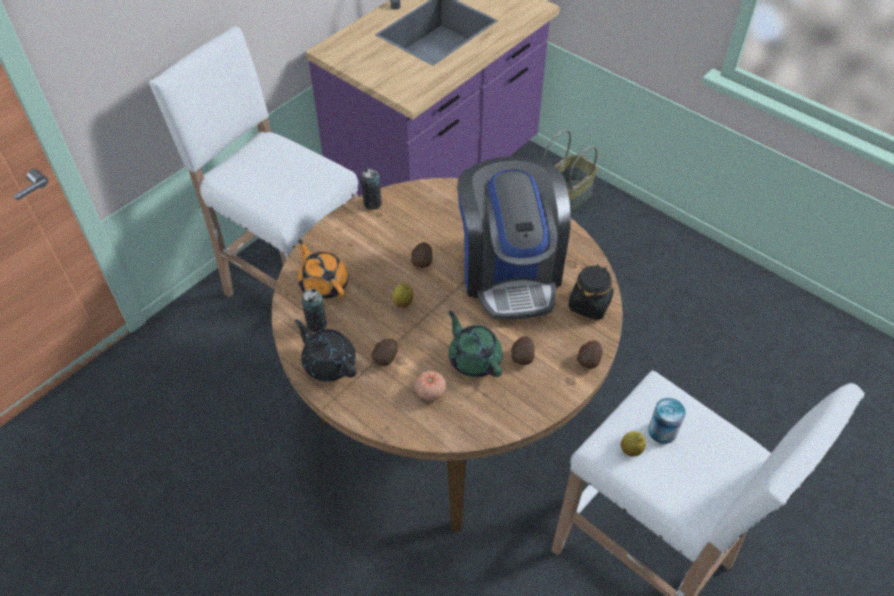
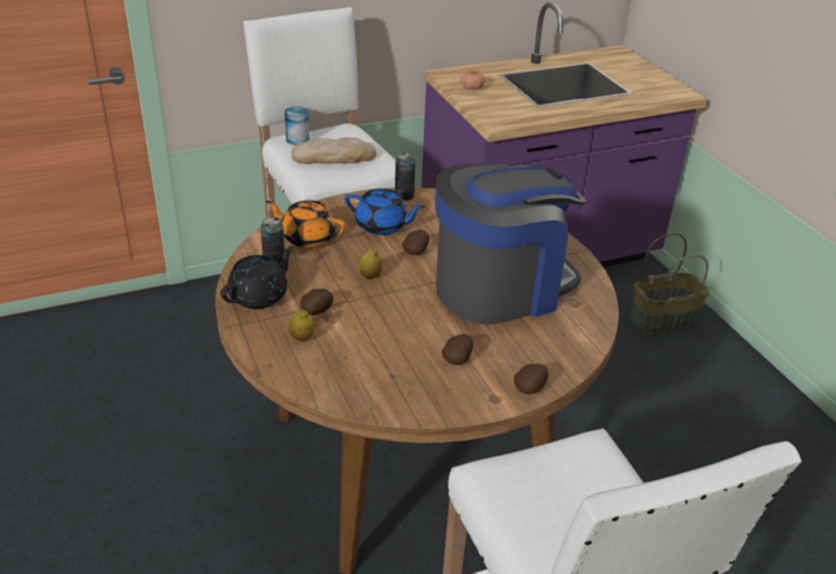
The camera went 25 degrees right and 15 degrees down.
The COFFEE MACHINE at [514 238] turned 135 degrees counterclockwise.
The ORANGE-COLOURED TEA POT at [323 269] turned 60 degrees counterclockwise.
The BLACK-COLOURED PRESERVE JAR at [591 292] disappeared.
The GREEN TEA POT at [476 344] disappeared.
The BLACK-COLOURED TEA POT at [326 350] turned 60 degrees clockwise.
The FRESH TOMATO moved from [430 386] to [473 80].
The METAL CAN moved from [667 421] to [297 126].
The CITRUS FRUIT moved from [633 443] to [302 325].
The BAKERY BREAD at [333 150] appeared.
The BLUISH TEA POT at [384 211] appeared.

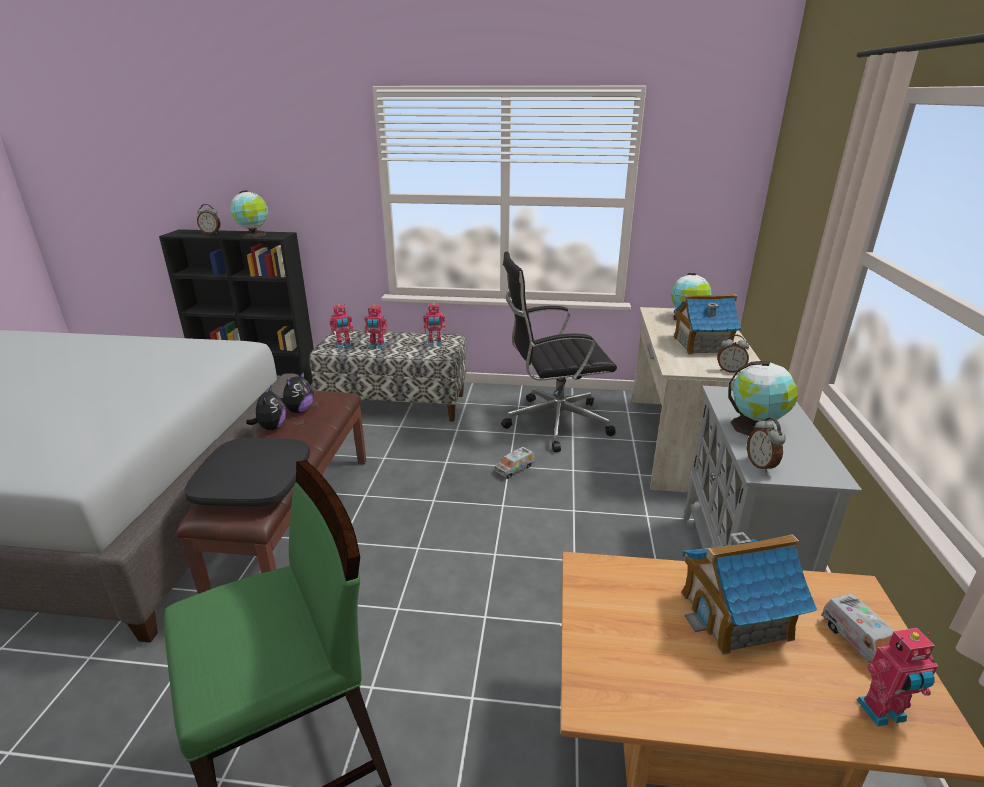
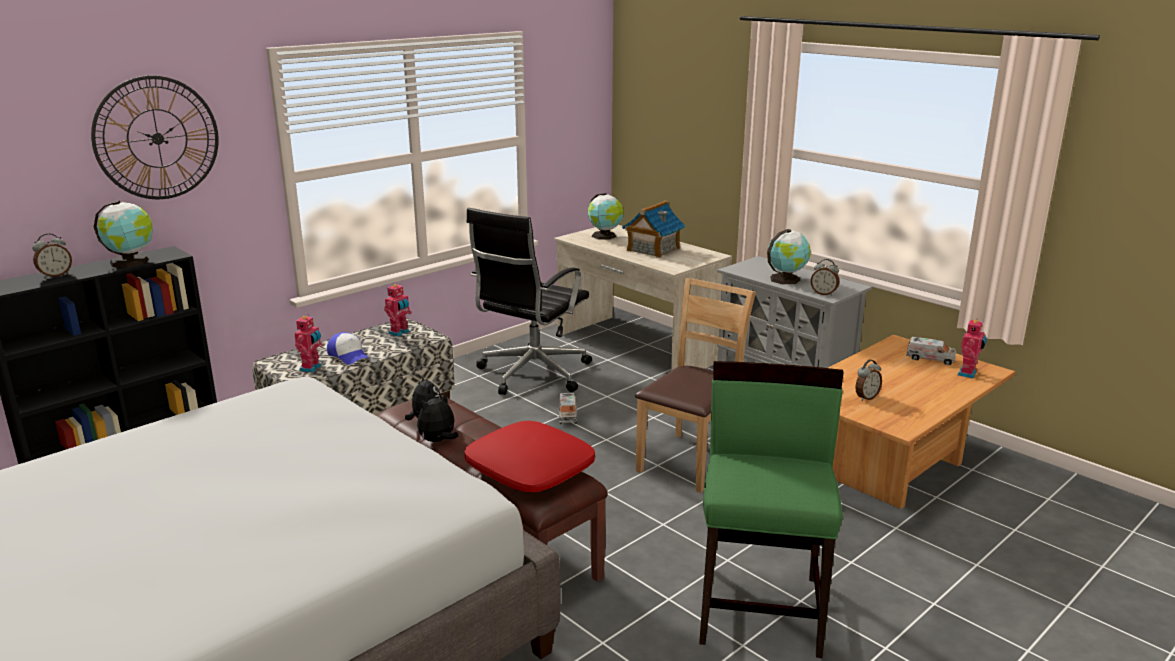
The camera went 50 degrees left and 5 degrees down.
The TOY ROBOT at [375 327] was replaced by the CAP at [348 348].
The BEDSIDE CLOCK moved from [733 354] to [868 380].
The SOFT TOY at [266 408] turned 75 degrees counterclockwise.
The BLACK-COLOURED PILLOW at [247 472] became the REDDISH PILLOW at [530 456].
The MINIATURE HOUSE at [749 593] disappeared.
The WALL CLOCK at [155 137] appeared.
The BROWNISH PLAIN CHAIR at [695 385] appeared.

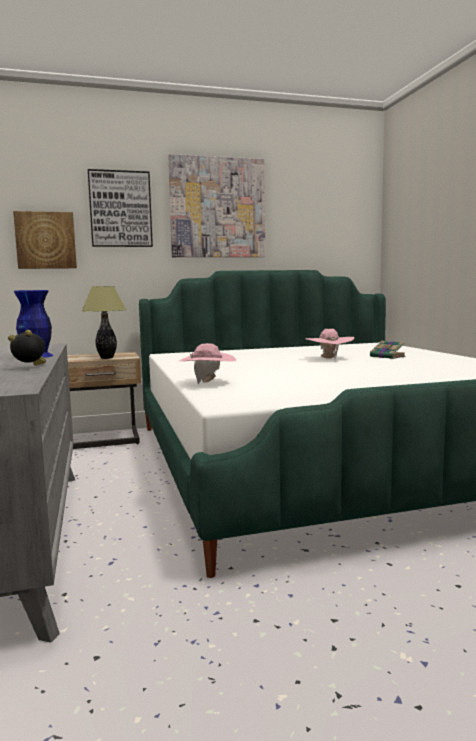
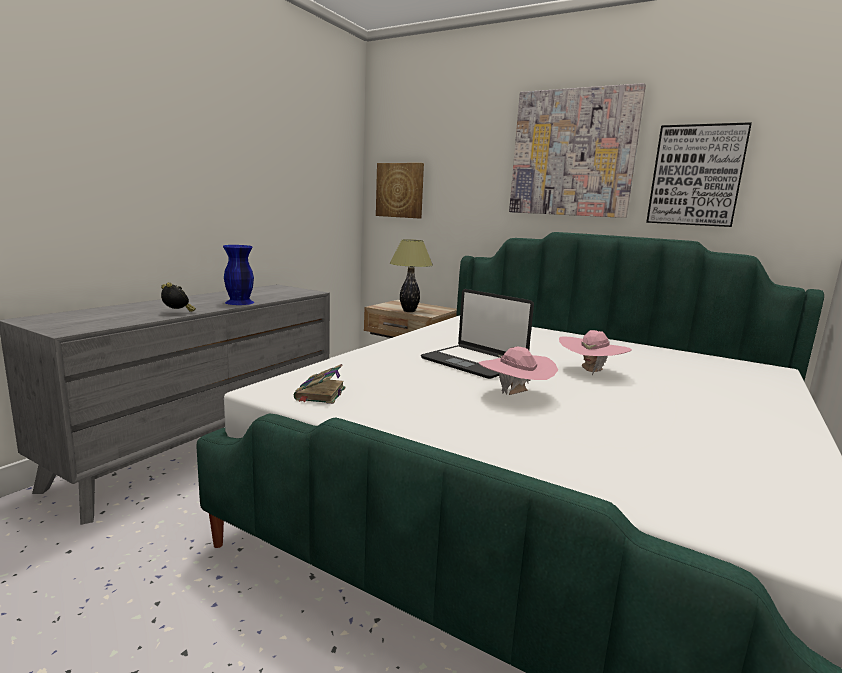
The camera went 45 degrees right and 5 degrees up.
The WALL ART moved from [120 208] to [699 174].
The VOLUME moved from [388 350] to [320 384].
The PINK WEARABLE HAT moved from [208 363] to [518 371].
The LAPTOP at [477 334] appeared.

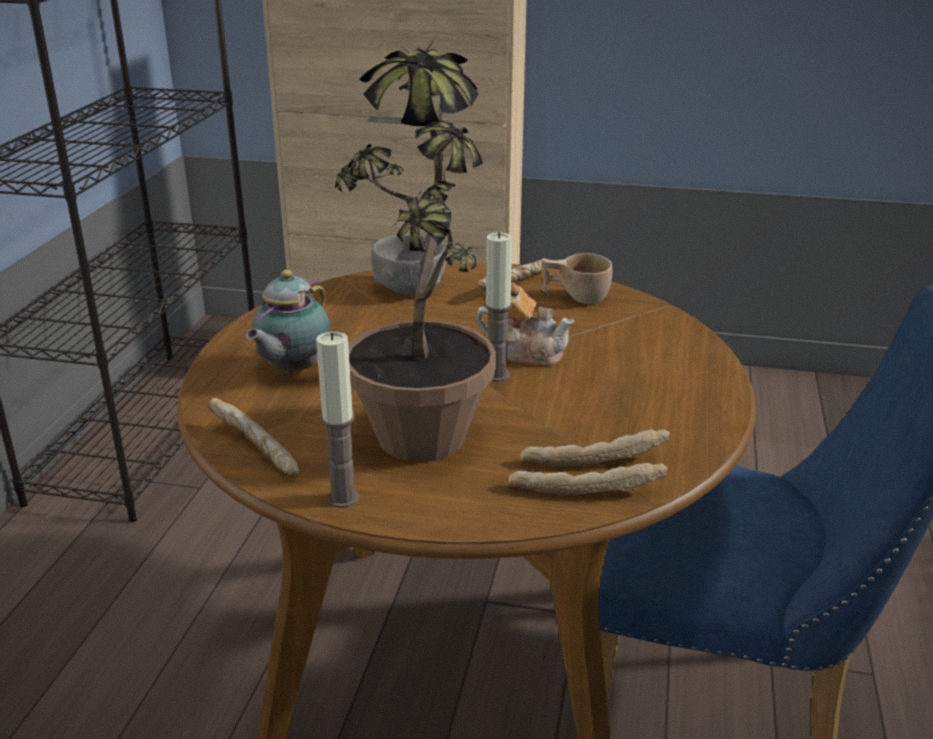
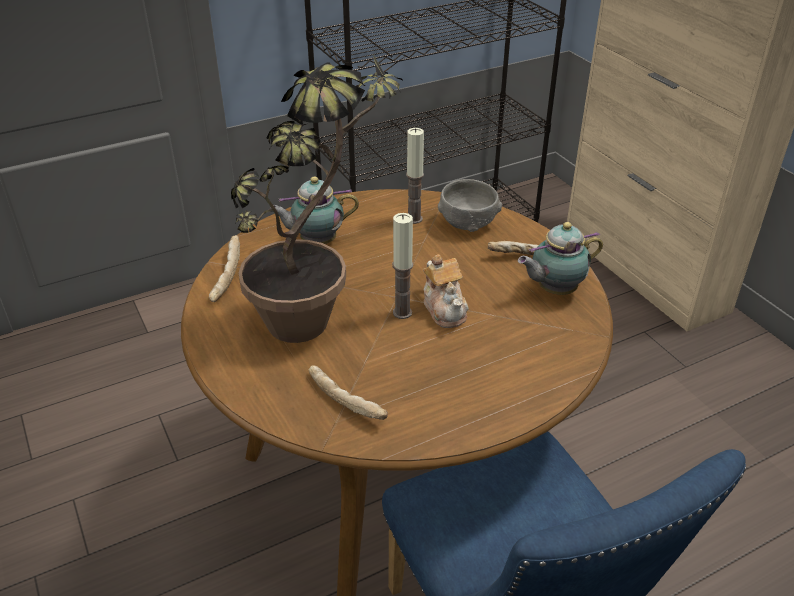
The camera went 50 degrees right and 10 degrees up.
The BEIGE-COLOURED SMALL CUP at [576 278] was replaced by the TEA POT at [560 258].
The WAX LIGHT moved from [337 419] to [415 176].
The BAKERY BREAD at [588 479] disappeared.

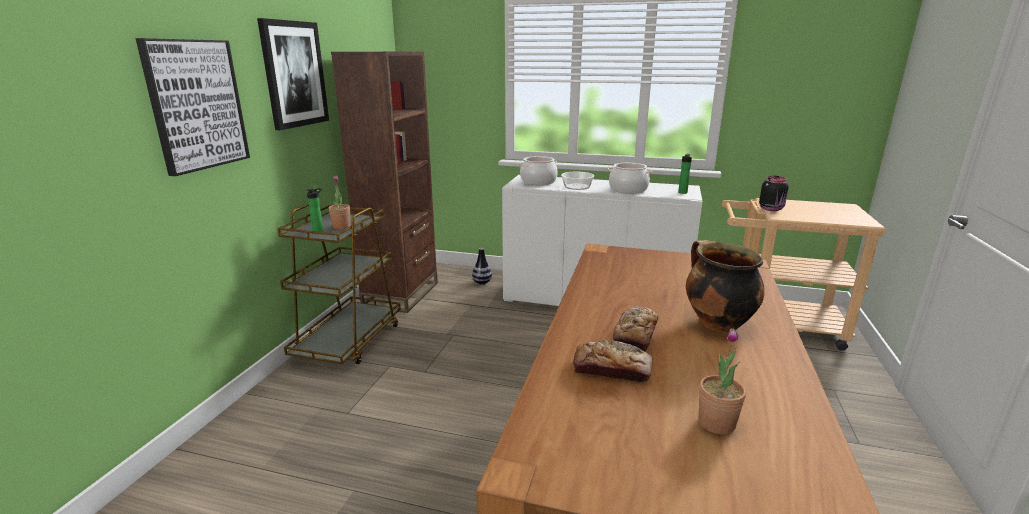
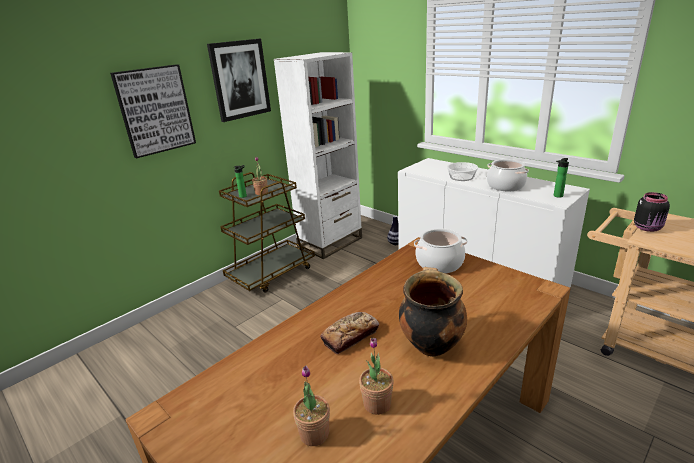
The camera went 30 degrees right and 5 degrees up.
The BROWNISH SHELVING UNIT at [384 182] became the WHITISH SHELVING UNIT at [318 155].
The COOKING POT moved from [539 170] to [440 250].
The BAKERY BREAD at [612 361] disappeared.
The POTTED PLANT at [376 376] appeared.

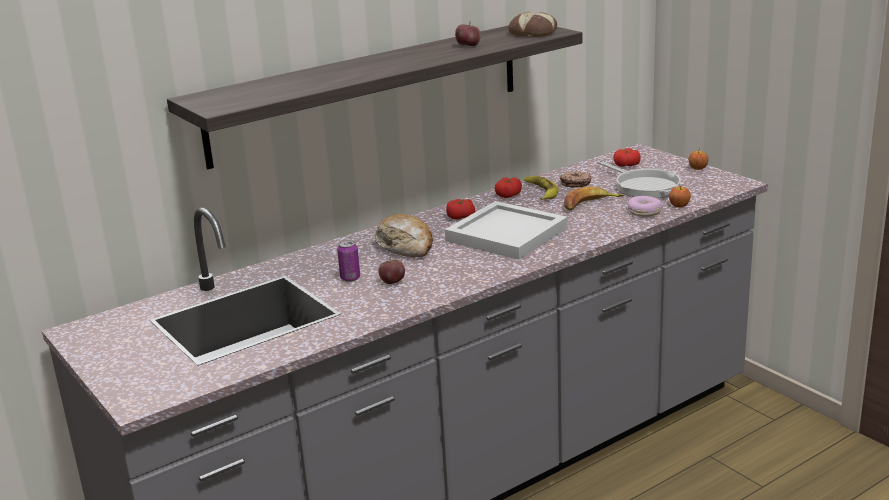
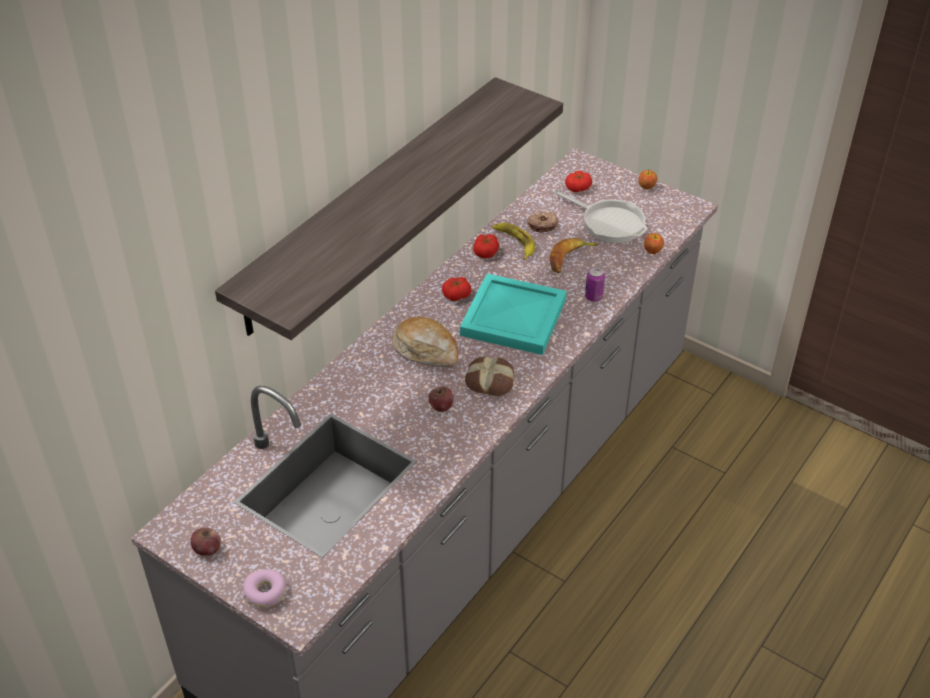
The camera went 20 degrees left and 20 degrees up.
The BAKERY BREAD moved from [532 24] to [489 376].
The APPLE FRUIT moved from [468 34] to [205 542].
The DONUT moved from [645 206] to [265 588].
The WHITISH CARRYING TRAY at [506 230] became the TURQUOISE CARRYING TRAY at [513 314].
The METAL CAN moved from [348 261] to [595 284].

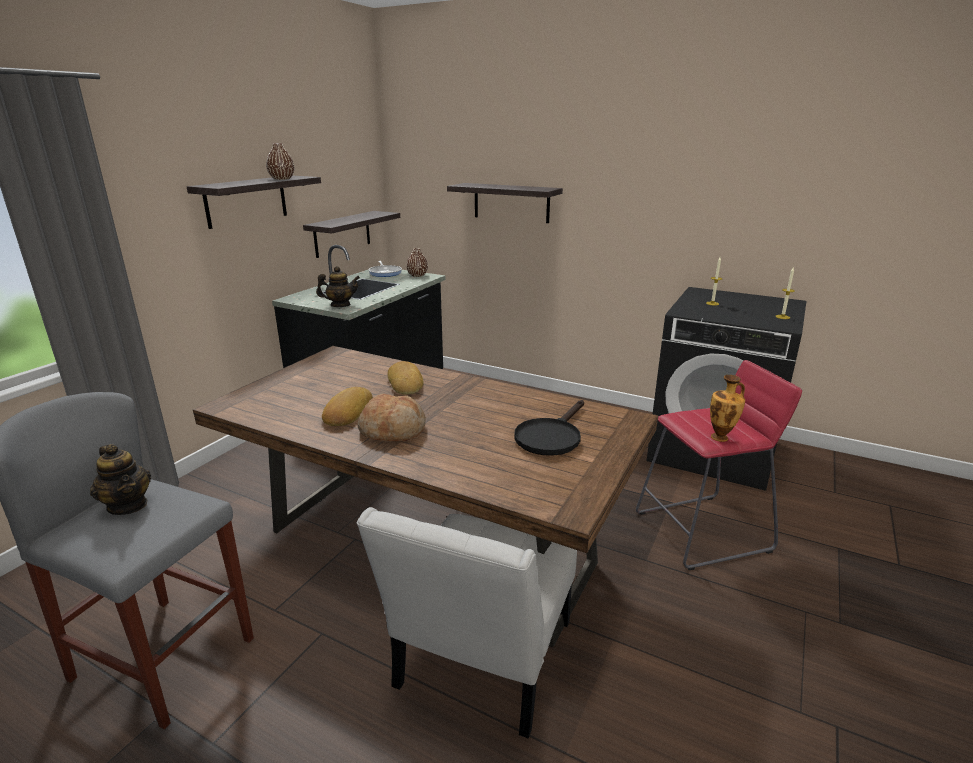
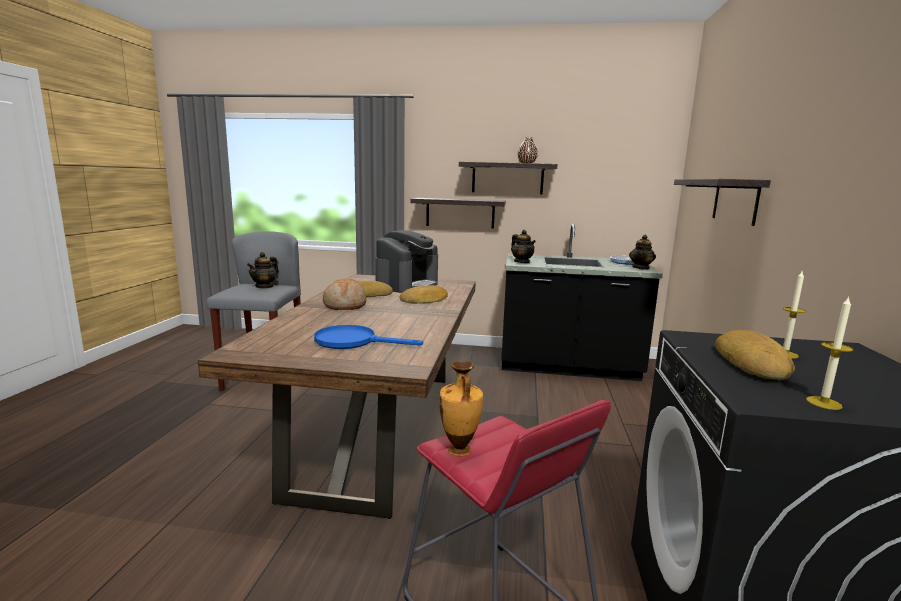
The camera went 70 degrees right and 10 degrees down.
The WALL SHELF moved from [351 234] to [458 213].
The BROWNISH FLOWER VASE at [417 262] was replaced by the TEA POT at [642 252].
The BLACK-COLOURED FRYING PAN at [549 428] became the BLUISH FRYING PAN at [368 337].
The WHITISH PLAIN CHAIR at [467 623] disappeared.
The COFFEE MACHINE at [406 261] appeared.
The BAKERY BREAD at [755 355] appeared.

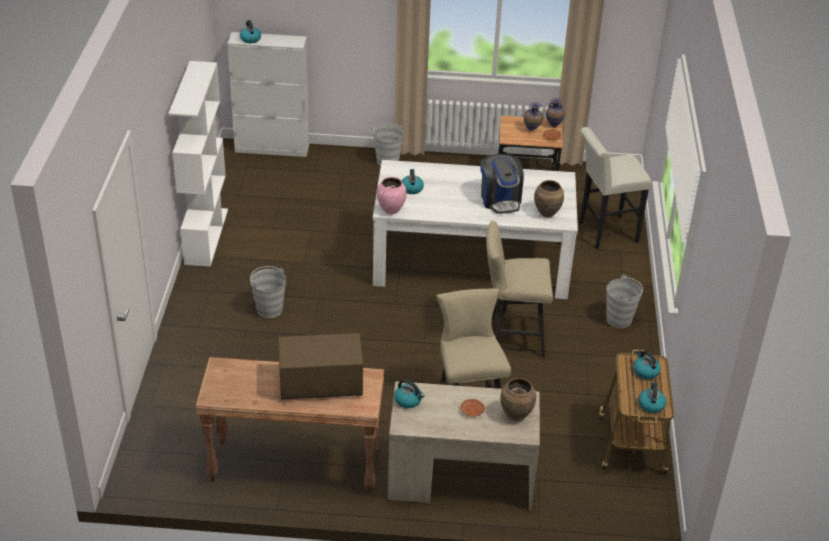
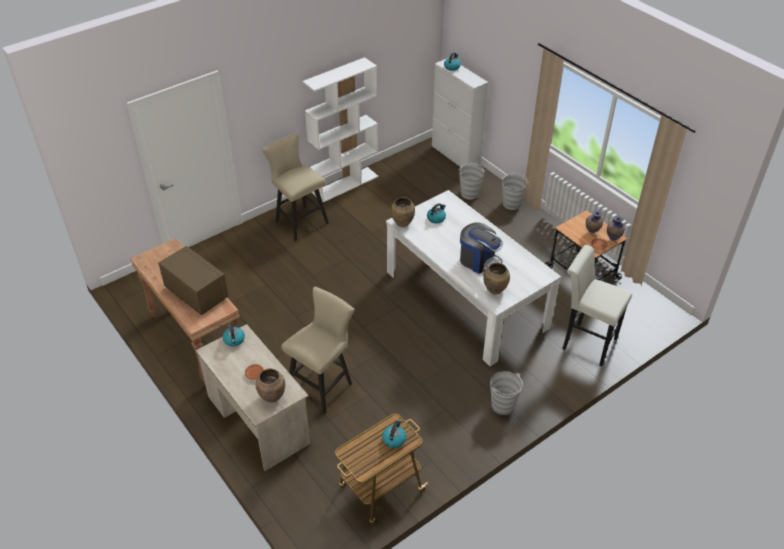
The camera went 50 degrees right and 5 degrees up.
The COFFEE MACHINE at [502 184] turned 90 degrees counterclockwise.
The PINK FLOWER VASE at [391 195] became the BROWNISH FLOWER VASE at [403 212].
The BEIGE-COLOURED STOOL moved from [519 289] to [295 187].
The GREYISH WATER BUCKET moved from [268 292] to [471 181].
The KETTLE at [652 397] disappeared.

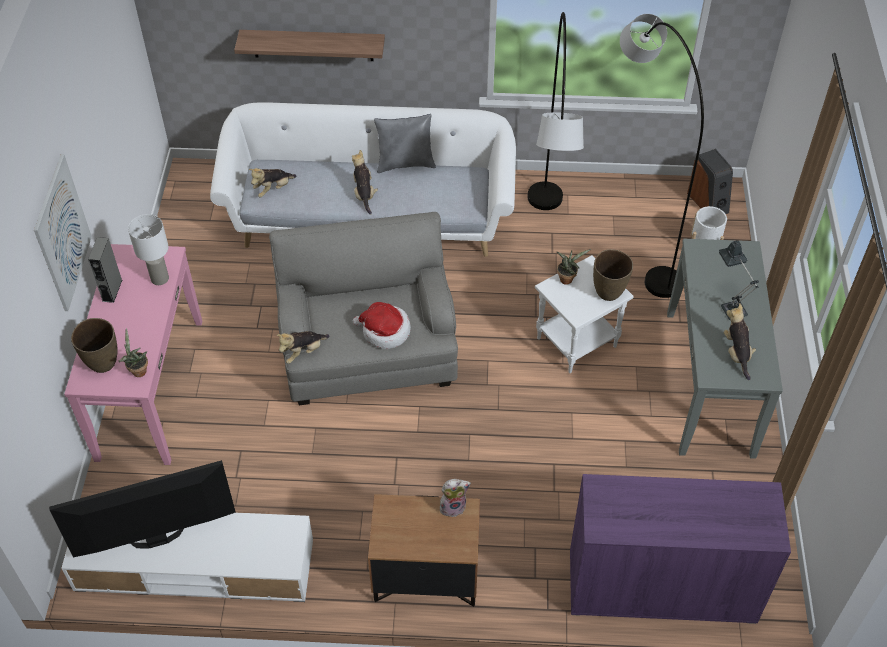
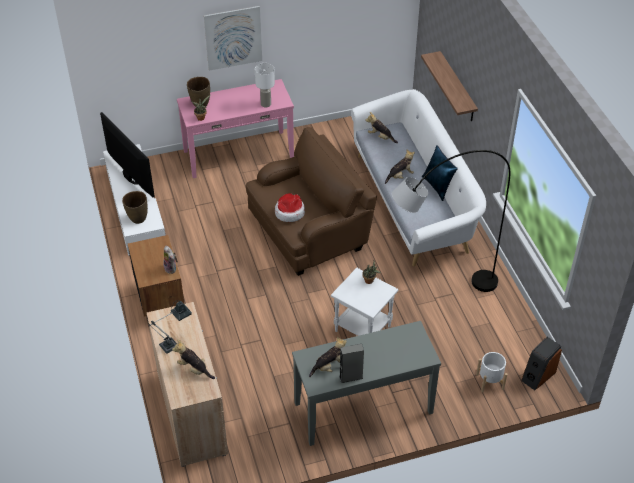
The camera went 70 degrees right and 5 degrees down.
The GREYISH FLOOR LAMP at [662 156] disappeared.
The GREYISH PILLOW at [405 143] became the BLUISH PILLOW at [440 173].
The GREYISH LOUNGE CHAIR at [363 308] became the BROWNISH LOUNGE CHAIR at [311 201].
The GREYISH SPEAKER moved from [105 270] to [351 363].
The TABLETOP LAMP moved from [739 280] to [170 327].
The BROWNISH FLOWER VASE moved from [613 275] to [135 207].
The SOFT TOY moved from [302 347] to [193 359].
The PURPLE-COLOURED STORAGE CABINET at [680 549] became the BEIGE-COLOURED STORAGE CABINET at [187 384].

